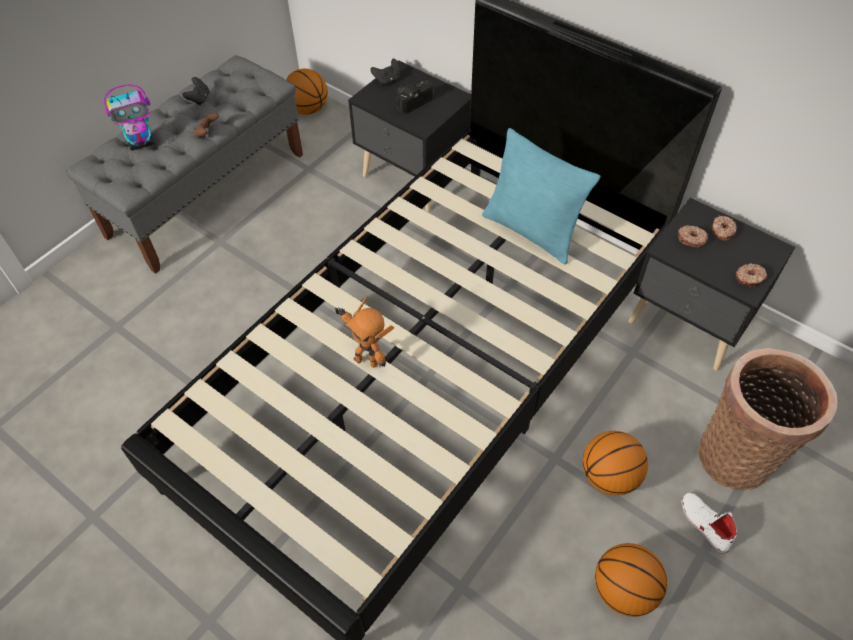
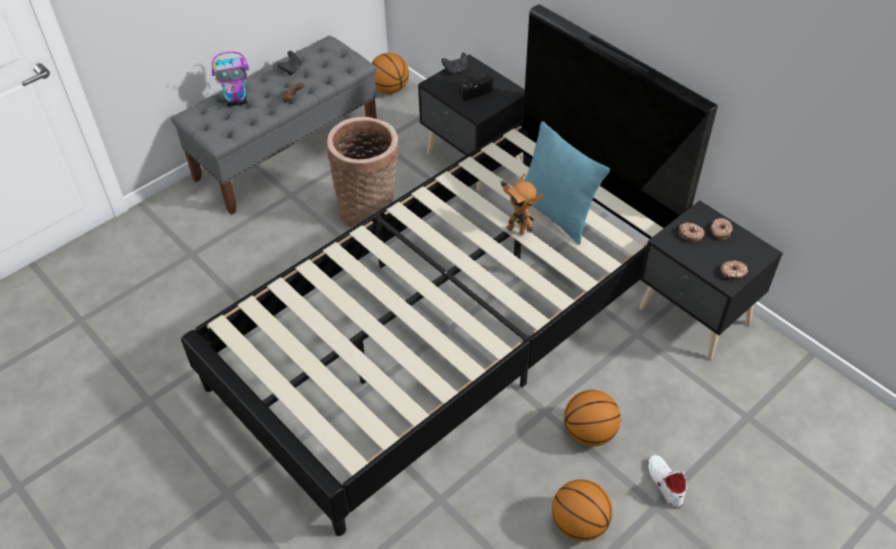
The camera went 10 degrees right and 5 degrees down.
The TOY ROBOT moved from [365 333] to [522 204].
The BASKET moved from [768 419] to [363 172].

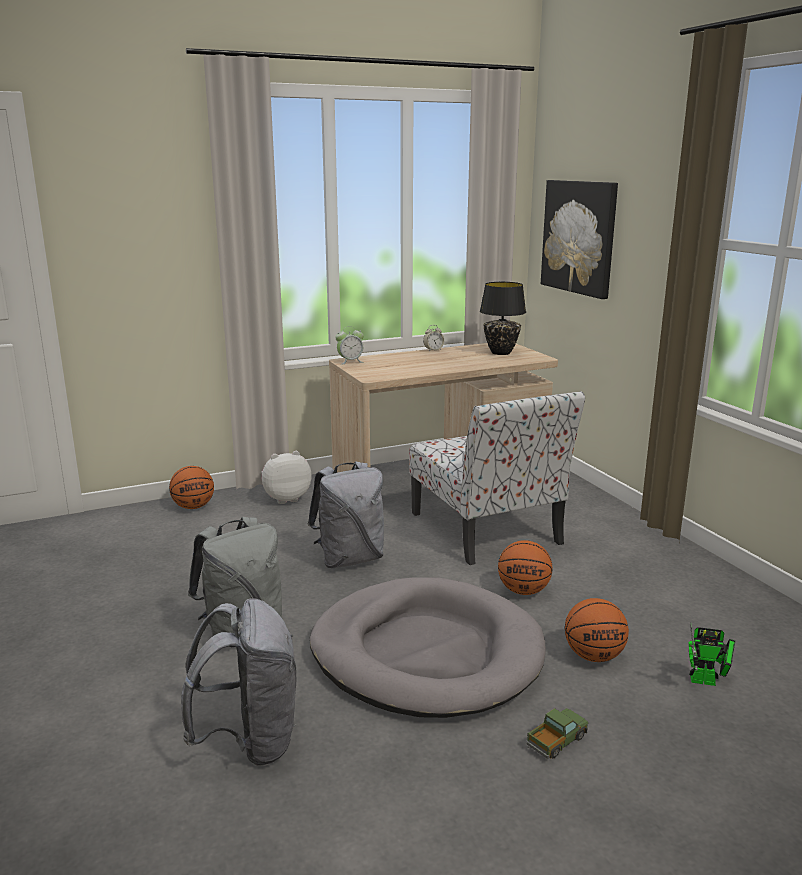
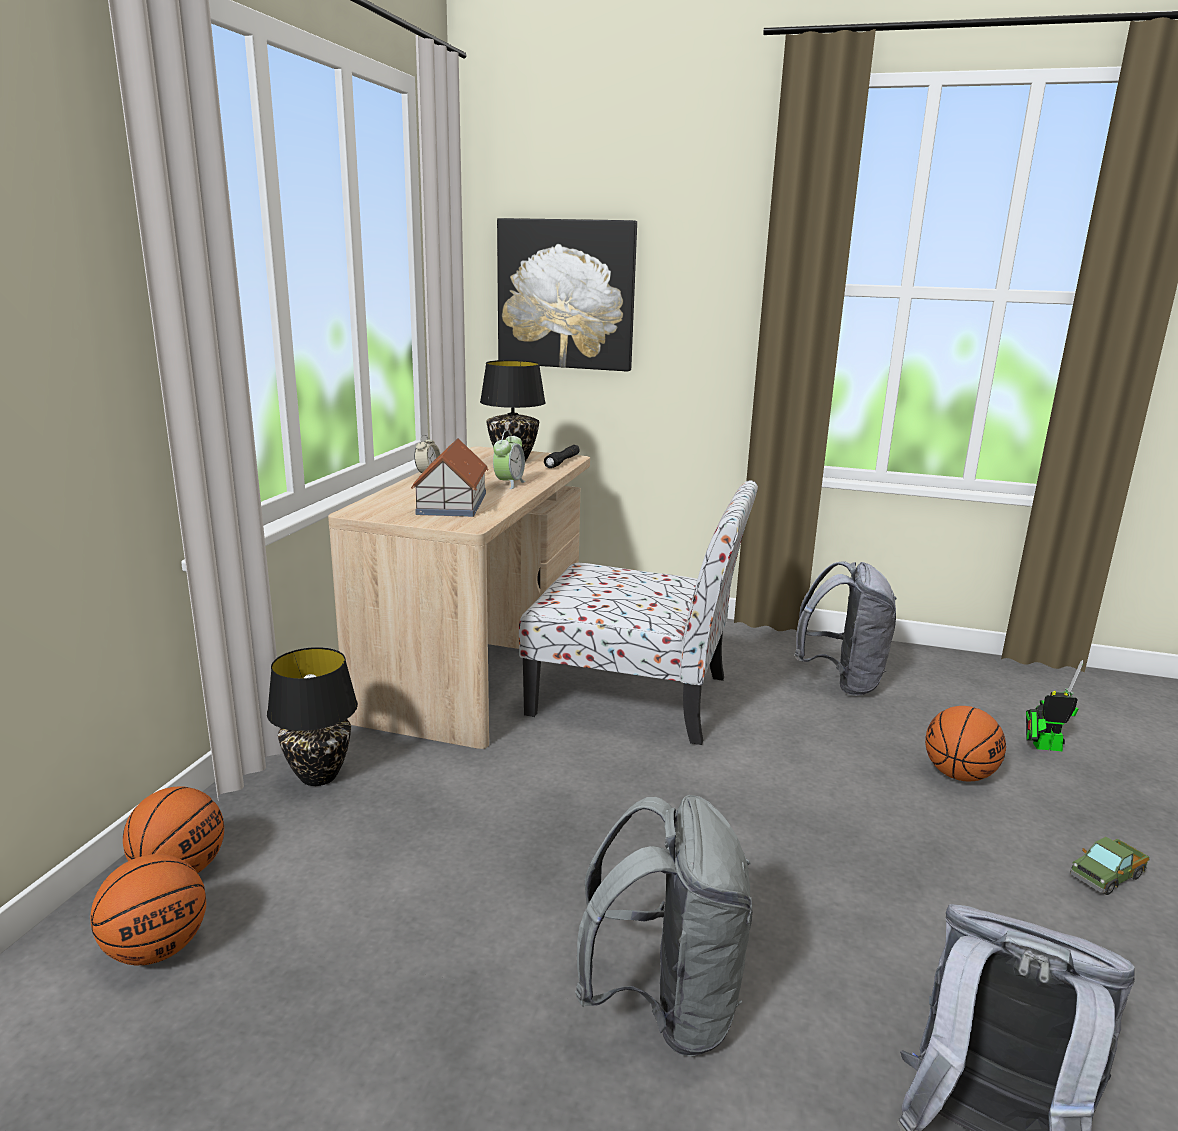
The camera went 50 degrees left and 0 degrees up.
The BEDSIDE CLOCK moved from [349 345] to [509 460].
The SOFT TOY at [286 477] was replaced by the BLACK-COLOURED TABLETOP LAMP at [312 716].
The GREYISH RUCKSACK moved from [345 514] to [846 628].
The BASKETBALL moved from [525 567] to [148 909].
The GREYISH DOG CUSHION at [427 647] disappeared.
The TOY ROBOT at [711 654] turned 135 degrees counterclockwise.
The TOY LORRY at [557 733] turned 120 degrees counterclockwise.
The MINIATURE HOUSE at [450 477] appeared.
The BLACK-COLOURED HAND TORCH at [562 456] appeared.

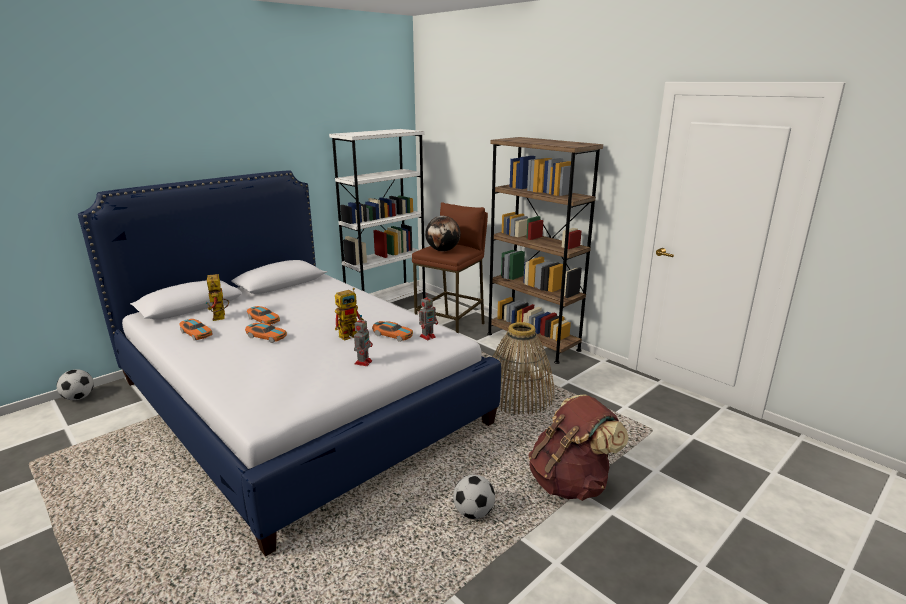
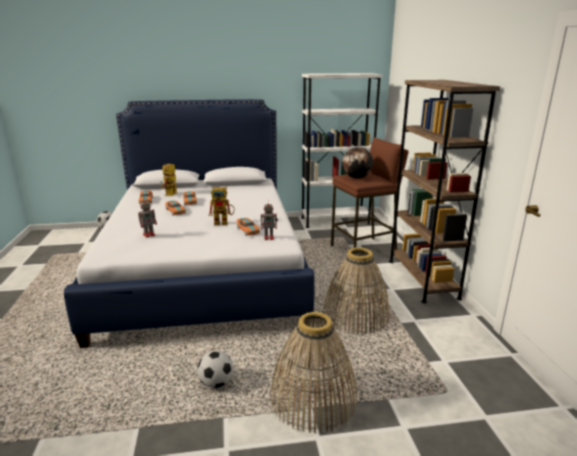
The camera went 35 degrees right and 0 degrees up.
The TOY ROBOT moved from [363 343] to [147 218].
The BROWNISH RUCKSACK at [578 447] was replaced by the BASKET at [313 373].

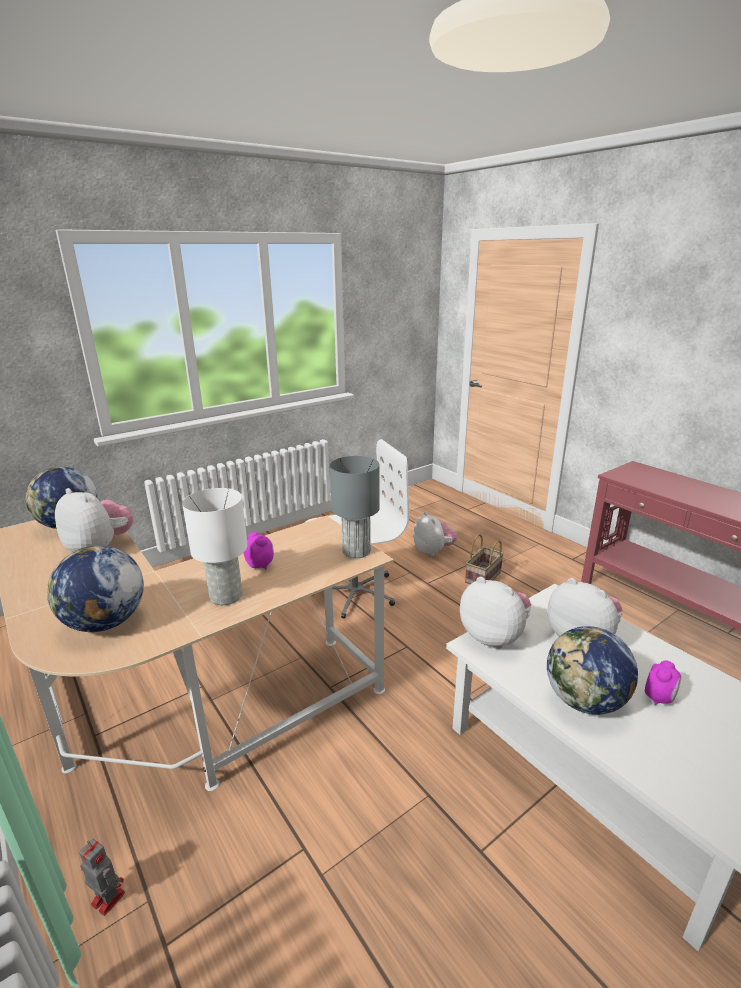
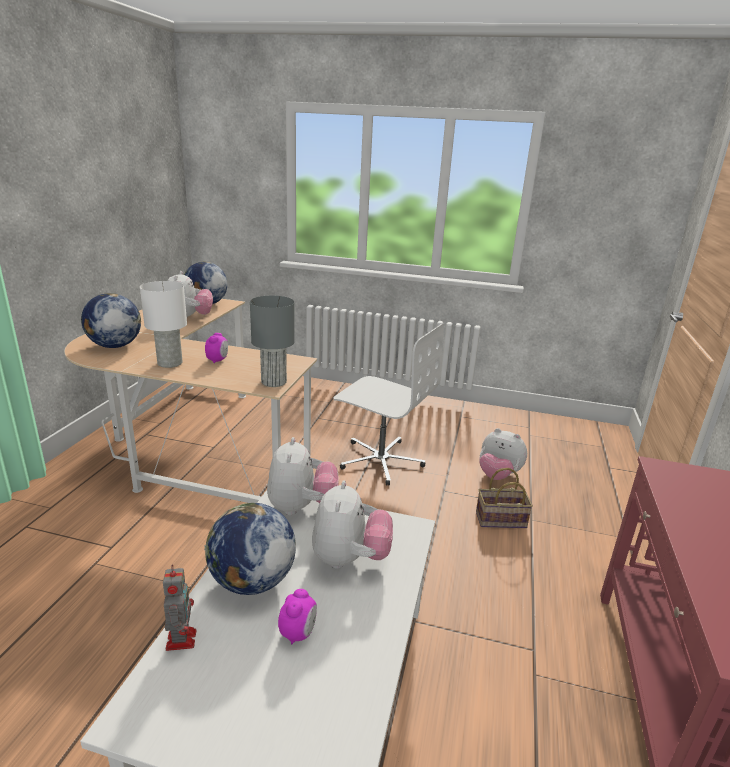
The camera went 50 degrees right and 0 degrees up.
The SOFT TOY at [435 534] turned 90 degrees clockwise.
The BEDSIDE CLOCK at [663 682] turned 75 degrees counterclockwise.
The TOY ROBOT moved from [102 877] to [179 607].

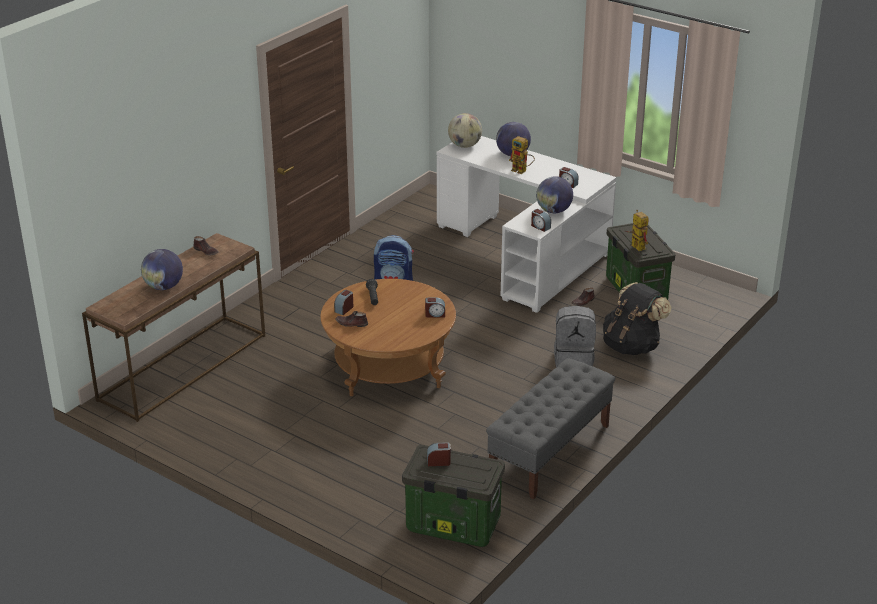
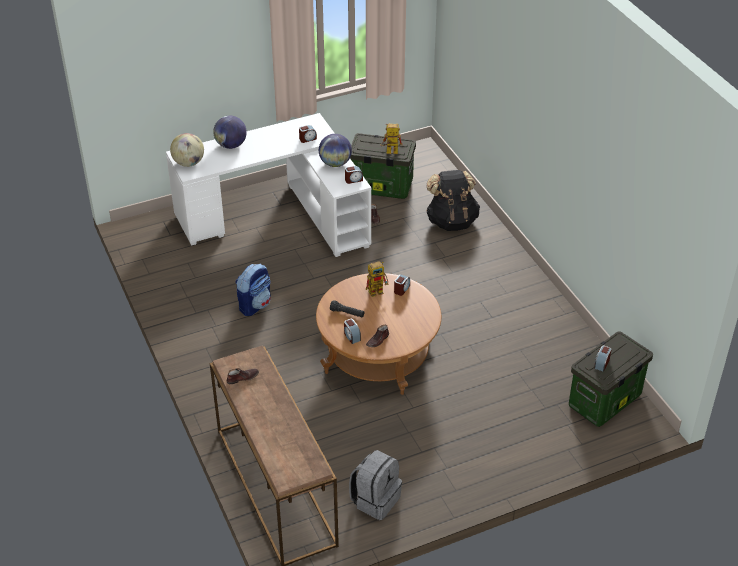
The camera went 60 degrees left and 10 degrees up.
The TOY ROBOT moved from [522 155] to [377 279].
The GLOBE at [162 269] disappeared.
The GREYISH RUCKSACK moved from [575 337] to [375 485].
The GREYISH INDOOR BENCH at [551 428] disappeared.

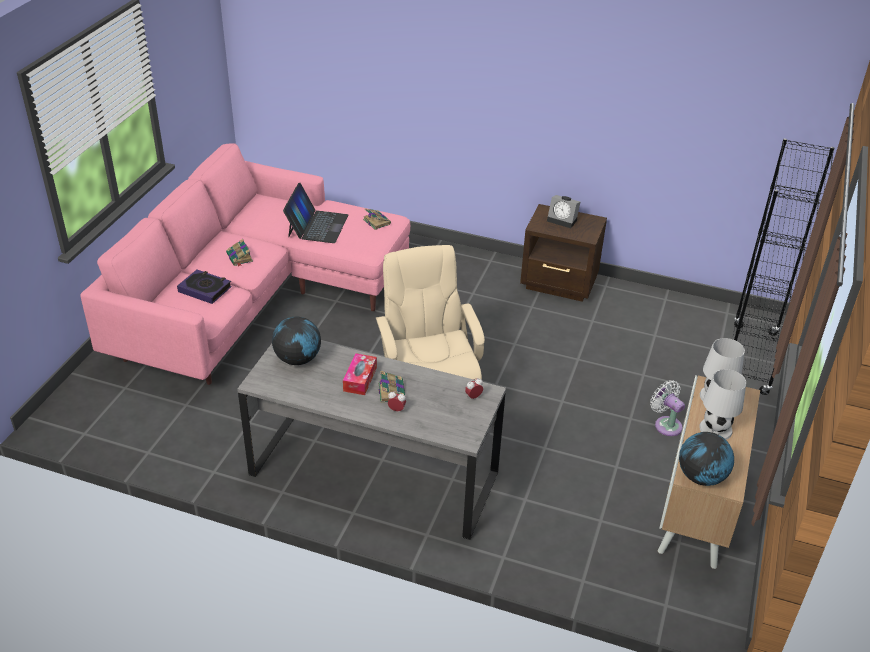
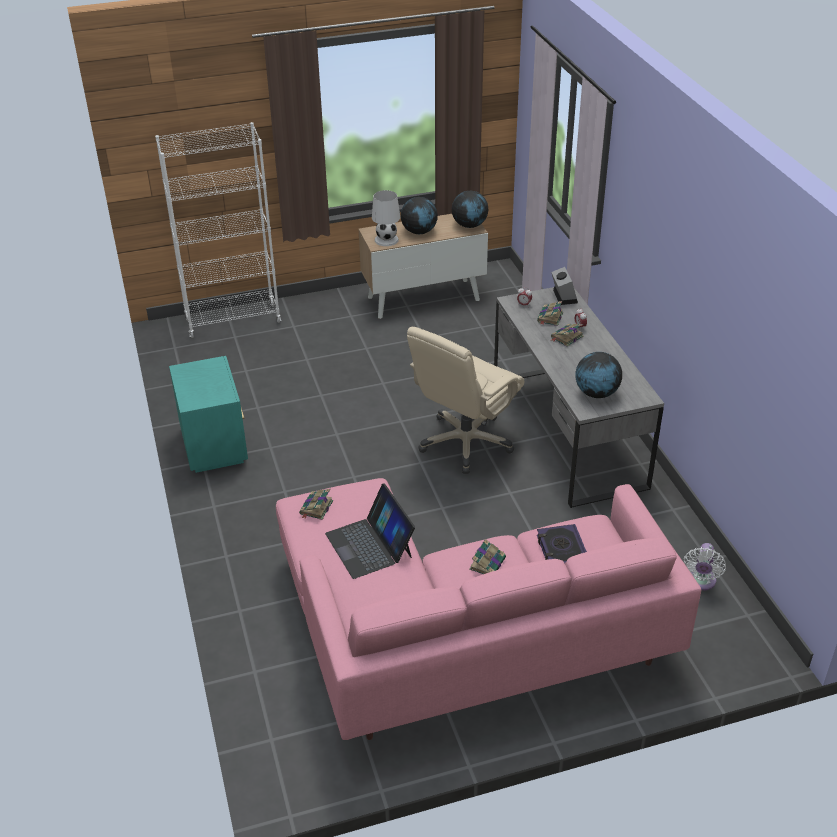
The camera went 125 degrees left and 0 degrees up.
The BLACK-COLOURED SHELVING UNIT at [783 266] became the WHITISH SHELVING UNIT at [218 230].
The LAPTOP at [315 213] turned 90 degrees counterclockwise.
The BEDSIDE CLOCK moved from [563 211] to [564 286].
The BROWNISH NIGHT TABLE at [563 253] became the TURQUOISE NIGHT TABLE at [208 414].
The BOX OF TISSUES at [360 374] disappeared.
The WHITISH TABLETOP LAMP at [722 404] was replaced by the GLOBE at [419 215].
The WHITISH FAN moved from [667 408] to [705 566].
The VOLUME at [550 313] appeared.

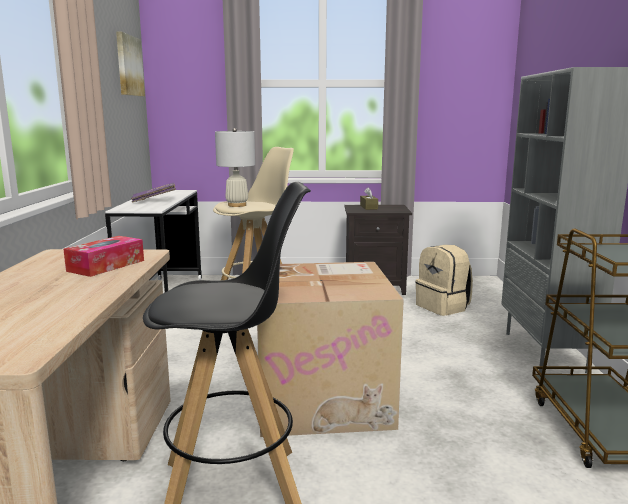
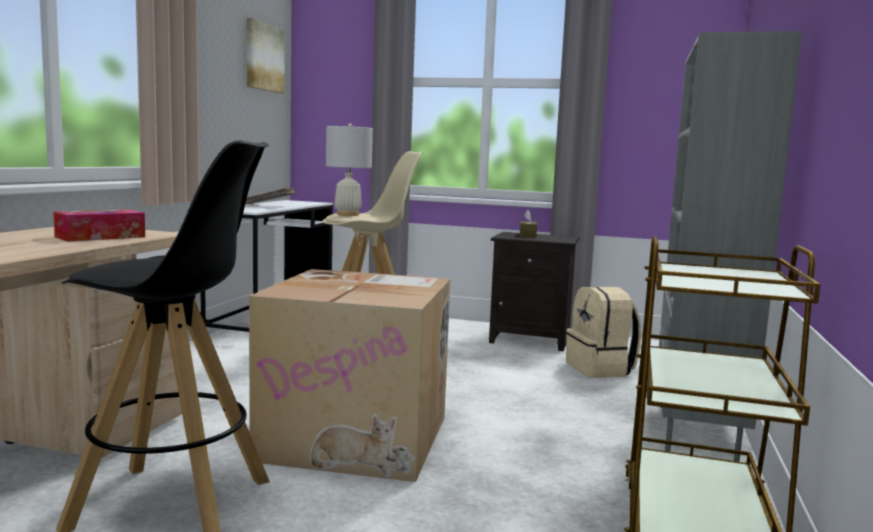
The camera went 15 degrees right and 5 degrees down.
The PURPLE-COLOURED VOLUME at [153 192] became the GREYISH VOLUME at [270 196].

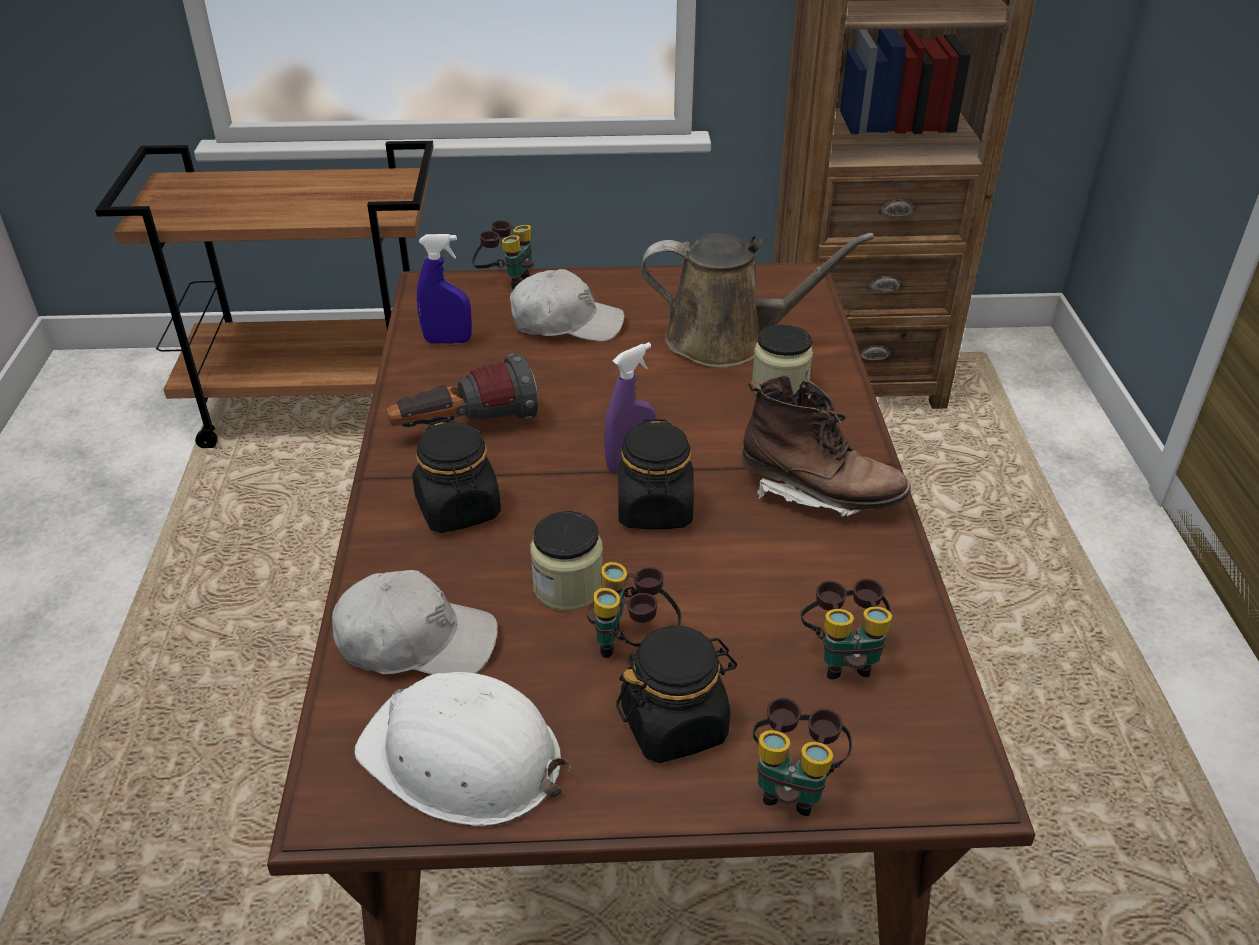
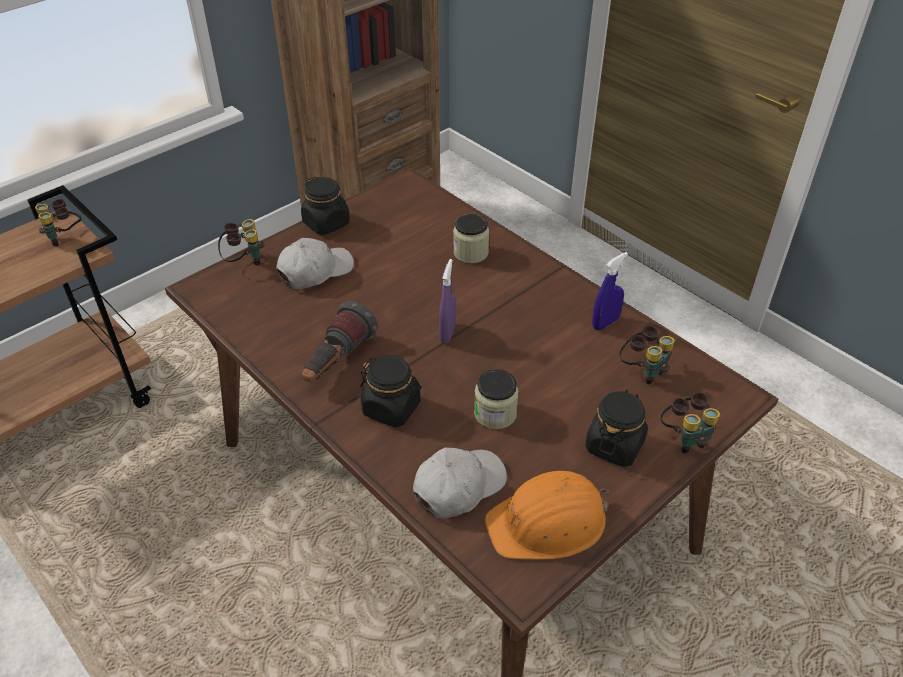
The camera went 40 degrees left and 5 degrees up.
The BROWNISH WATERING POT at [757 300] disappeared.
The BLUISH HAND SPRAYER moved from [444 289] to [610 291].
The BROWNISH TALL BOOT at [826 446] disappeared.
The BLACK-COLOURED PRESERVE JAR moved from [656 474] to [325 205].
The FIELD GLASSES moved from [634 610] to [58 223].
The WHITISH WORK HELMET at [462 749] became the ORANGE-COLOURED WORK HELMET at [547 515].

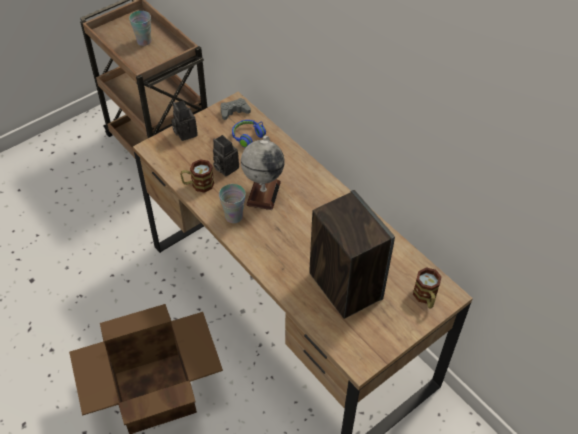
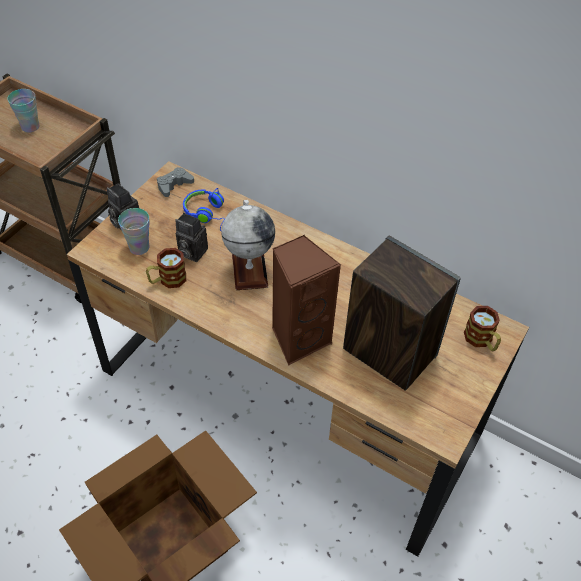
The camera went 20 degrees left and 0 degrees up.
The SMALL CUP moved from [232 203] to [134 231].
The BROWNISH SPEAKER at [306 300] appeared.

